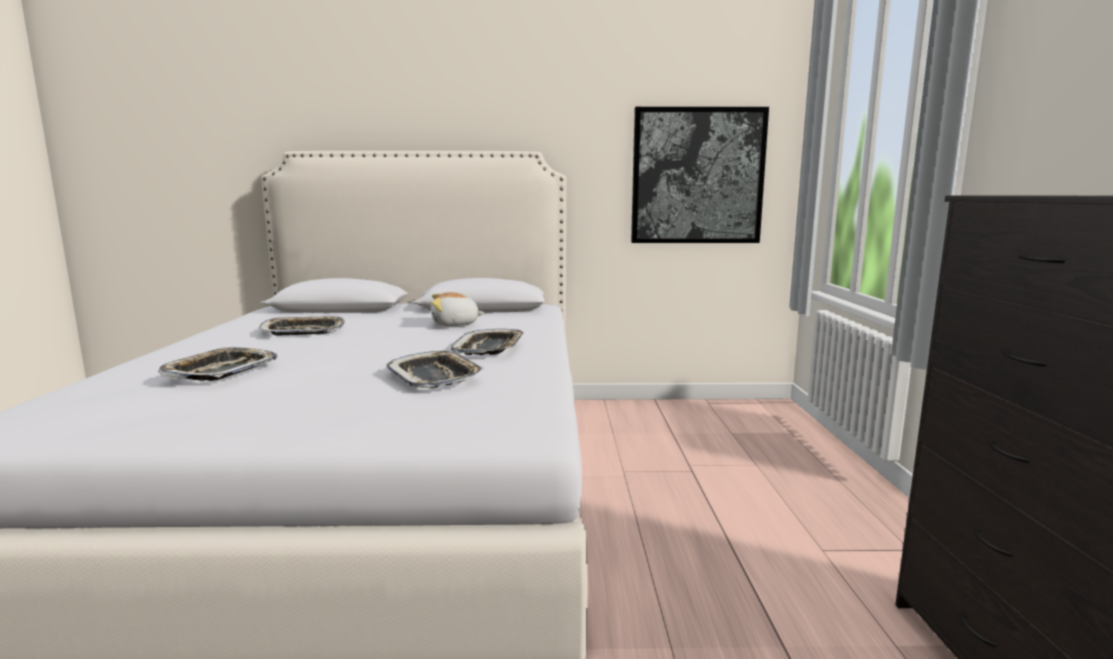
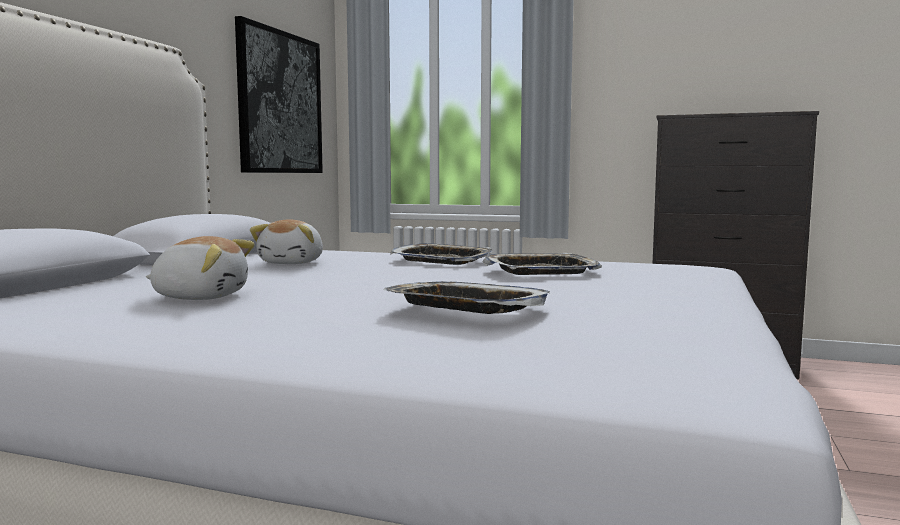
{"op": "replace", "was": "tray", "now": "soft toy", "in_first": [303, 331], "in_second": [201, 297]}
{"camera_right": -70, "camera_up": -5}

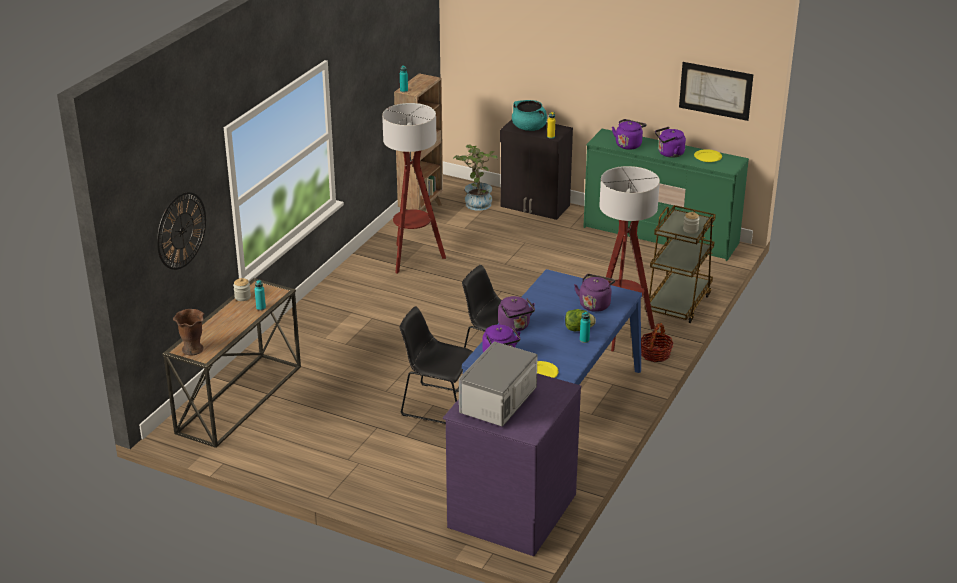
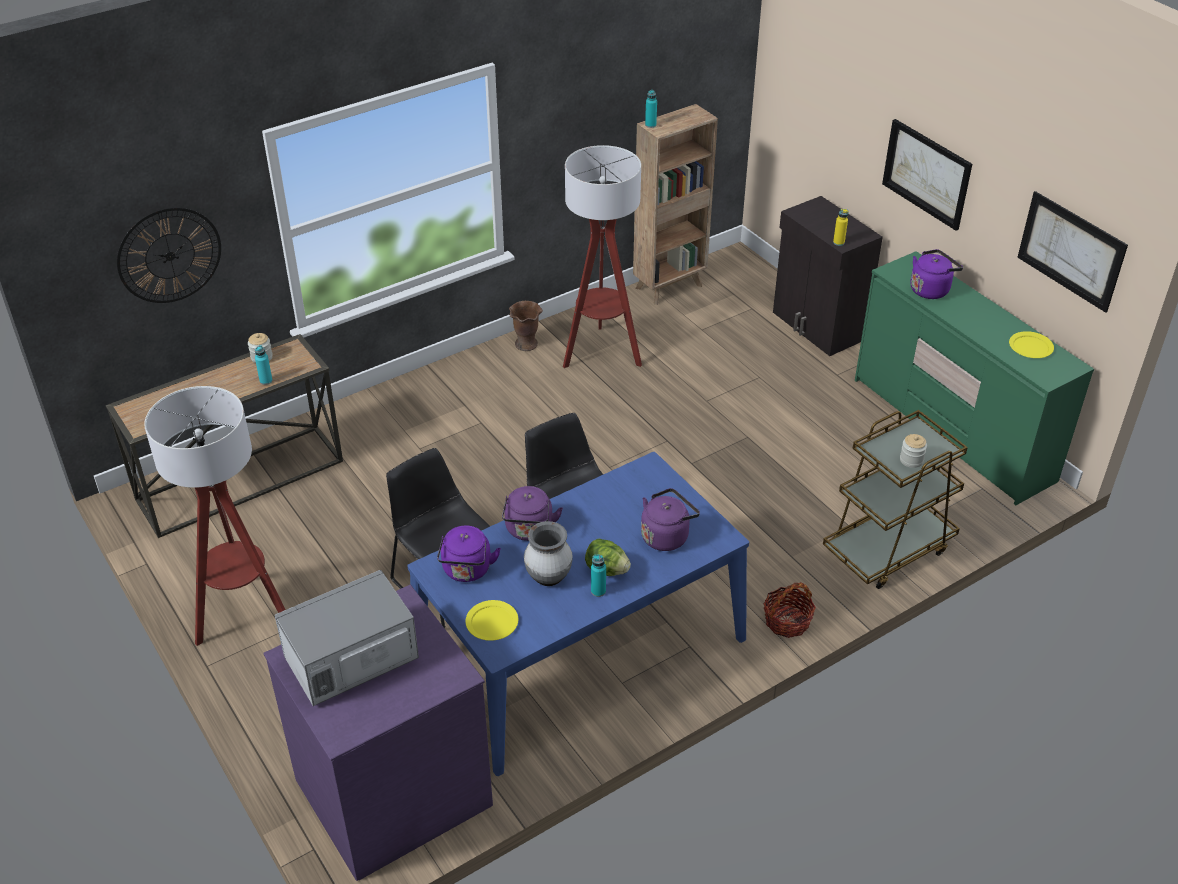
{"op": "delete", "was": "potted plant", "in_first": [476, 202]}
{"op": "delete", "was": "turquoise stockpot", "in_first": [529, 128]}
{"op": "delete", "was": "purple kettle", "in_first": [669, 154]}
{"op": "insert", "now": "grey vase", "in_second": [548, 576]}
{"op": "insert", "now": "wall art", "in_second": [927, 173]}
{"op": "move", "was": "brownish vase", "in_first": [193, 349], "in_second": [526, 344]}
{"op": "move", "was": "floor lamp", "in_first": [620, 332], "in_second": [244, 616]}
{"camera_right": 30, "camera_up": 10}

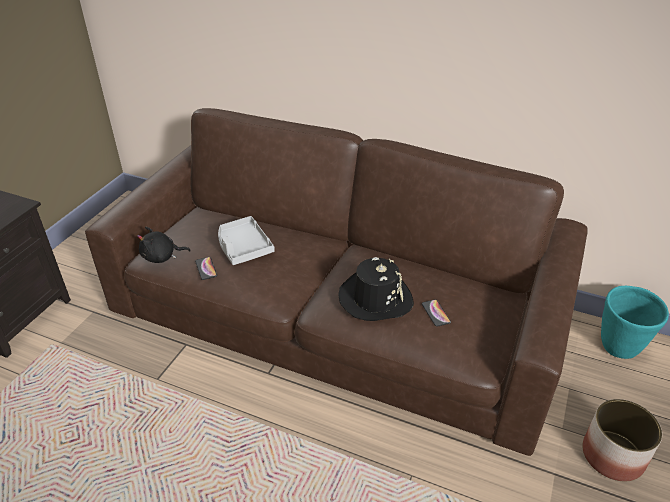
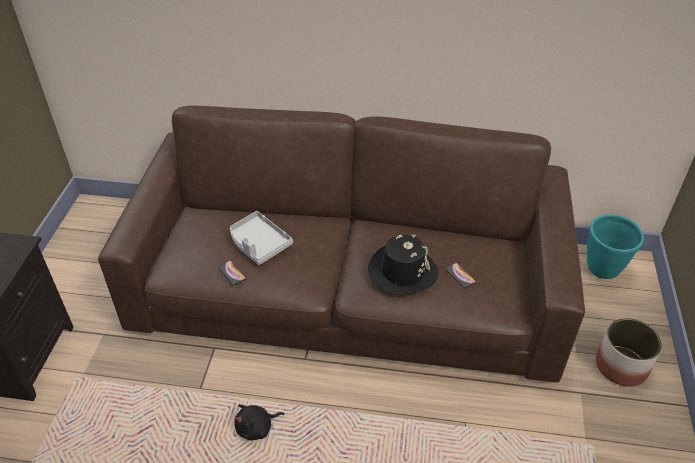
{"op": "move", "was": "black soft toy", "in_first": [162, 257], "in_second": [257, 428]}
{"camera_right": -15, "camera_up": 5}

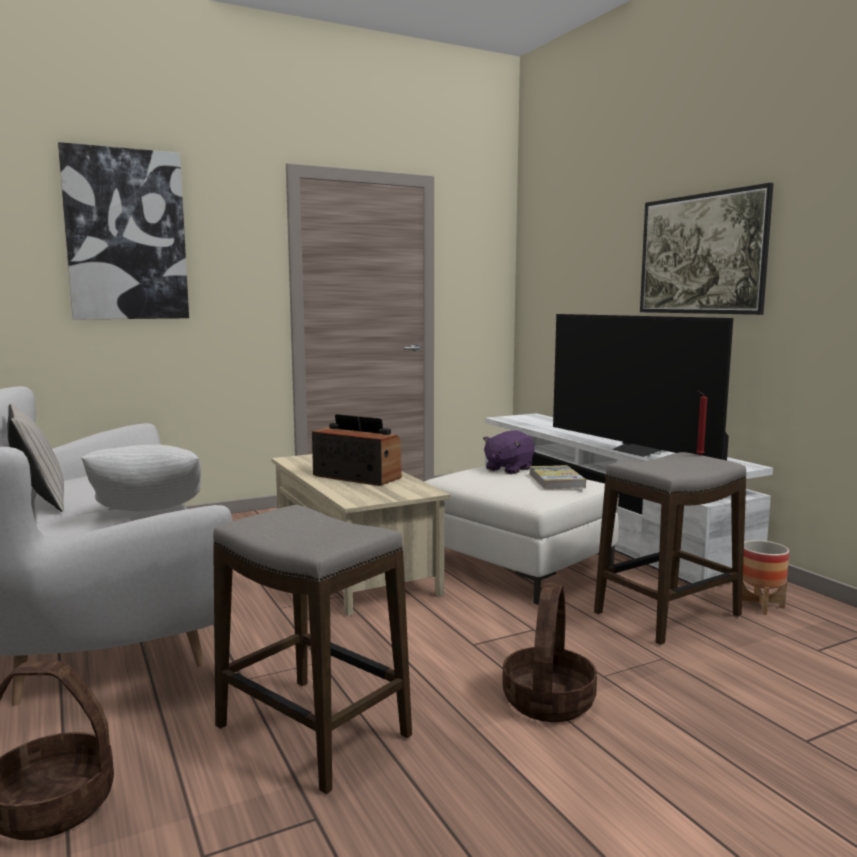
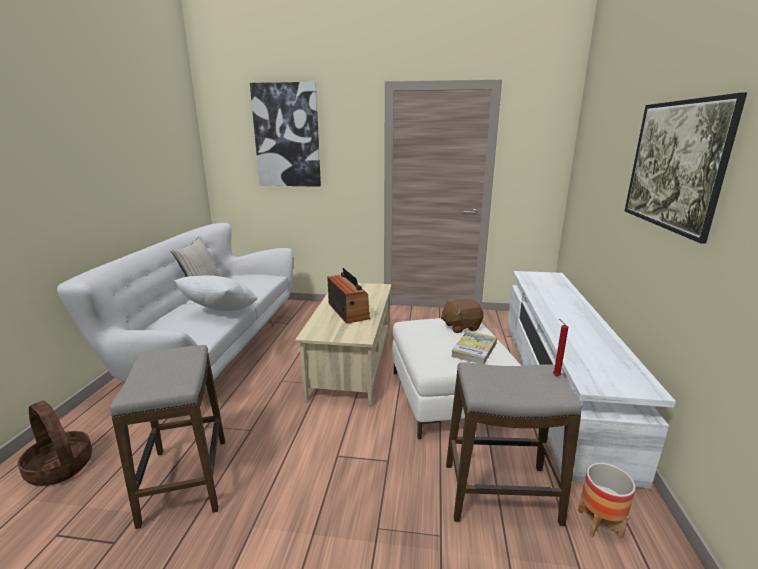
{"op": "delete", "was": "storage basket", "in_first": [549, 701]}
{"op": "delete", "was": "television", "in_first": [637, 451]}
{"op": "recolor", "was": "purple soft toy", "now": "brownish soft toy", "in_first": [508, 469], "in_second": [461, 326]}
{"camera_right": 35, "camera_up": 10}

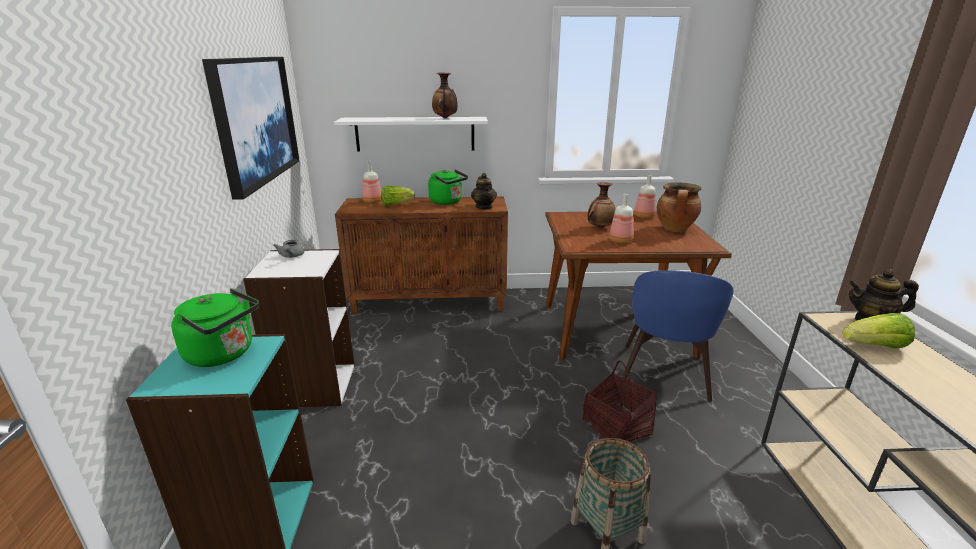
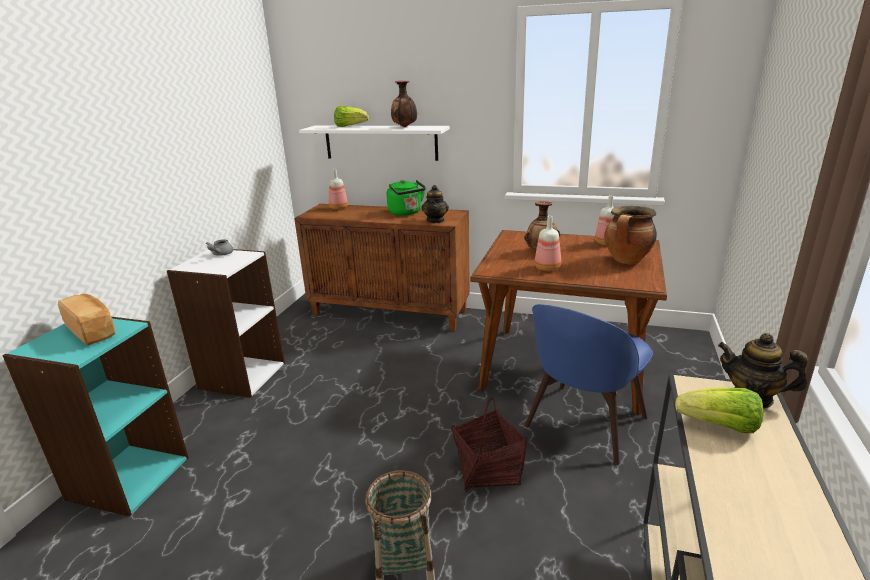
{"op": "delete", "was": "wall art", "in_first": [255, 120]}
{"op": "move", "was": "head of lettuce", "in_first": [396, 204], "in_second": [350, 126]}
{"op": "replace", "was": "green-coloured kettle", "now": "bakery bread", "in_first": [224, 354], "in_second": [92, 331]}
{"camera_right": 20, "camera_up": 0}

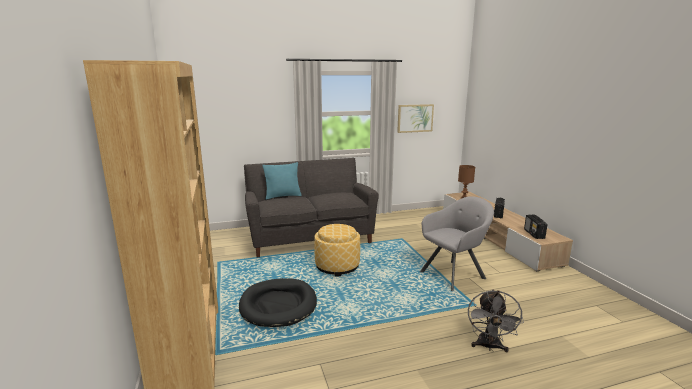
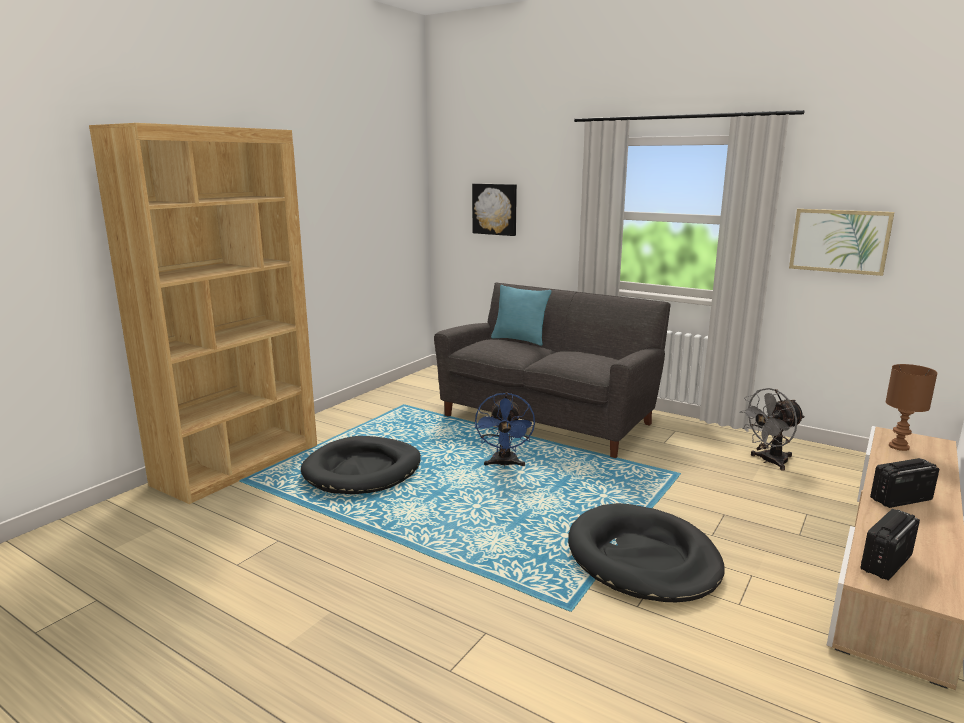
{"op": "insert", "now": "wall art", "in_second": [495, 209]}
{"op": "move", "was": "grey cooling fan", "in_first": [489, 347], "in_second": [769, 461]}
{"op": "replace", "was": "footrest", "now": "bluish cooling fan", "in_first": [337, 266], "in_second": [504, 464]}
{"op": "replace", "was": "grey easy chair", "now": "black dog bed", "in_first": [454, 274], "in_second": [642, 558]}
{"camera_right": 50, "camera_up": 0}

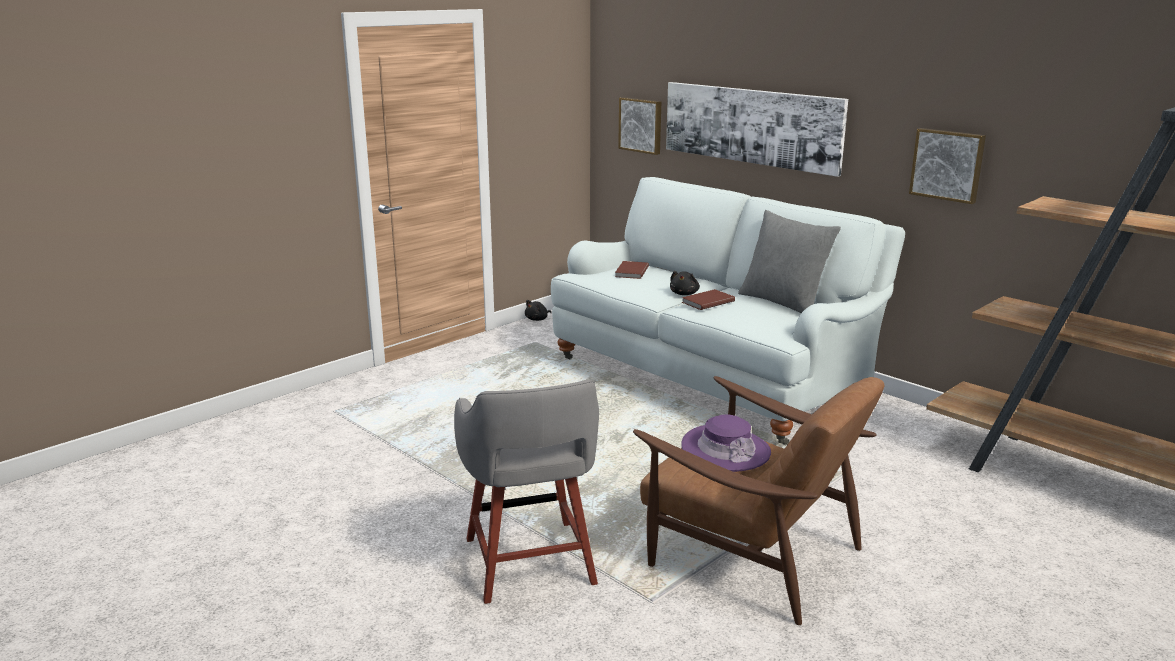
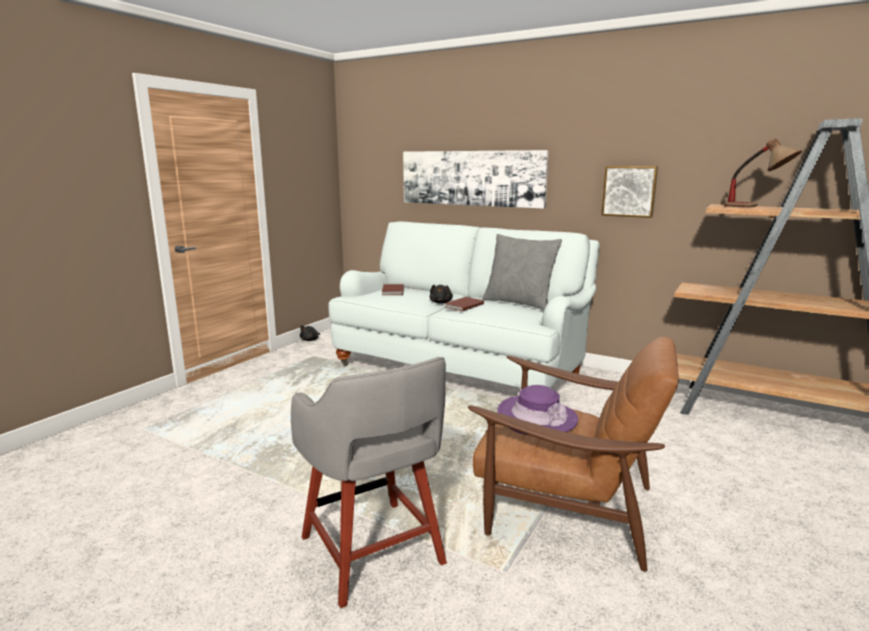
{"op": "delete", "was": "wall art", "in_first": [641, 125]}
{"op": "insert", "now": "table lamp", "in_second": [757, 207]}
{"camera_right": -15, "camera_up": -5}

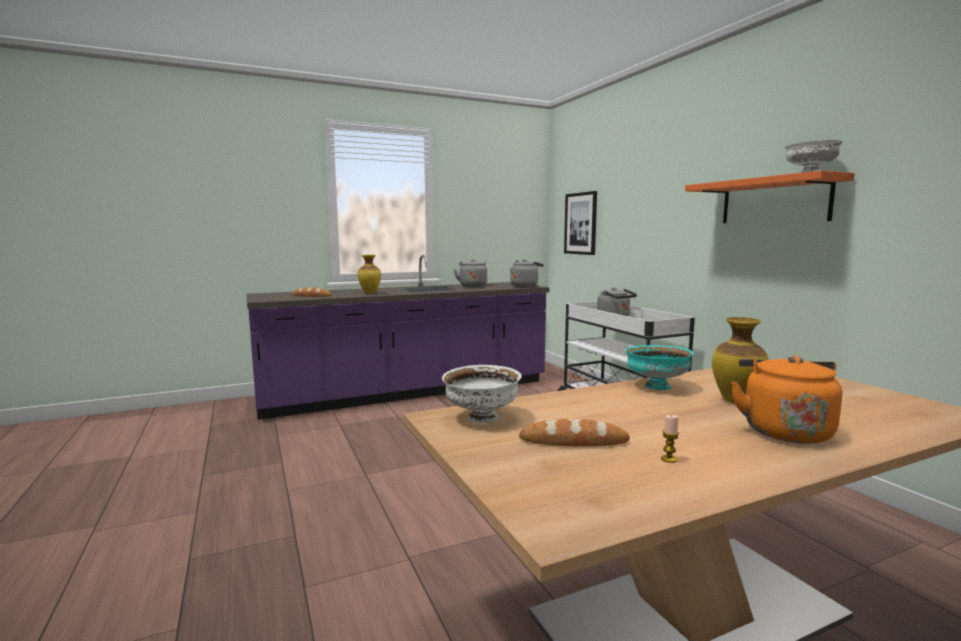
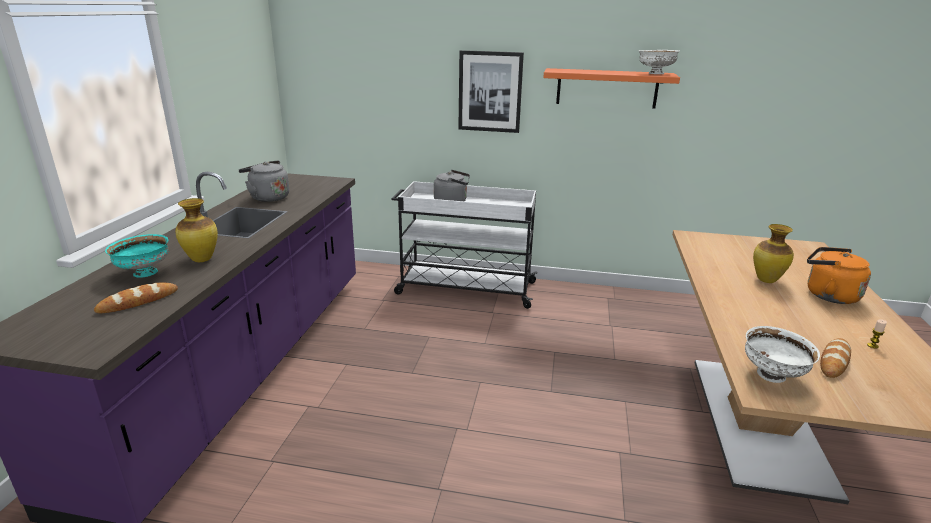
{"op": "delete", "was": "grey kettle", "in_first": [525, 286]}
{"op": "move", "was": "wall art", "in_first": [581, 223], "in_second": [490, 92]}
{"op": "move", "was": "turquoise bowl", "in_first": [656, 387], "in_second": [144, 273]}
{"camera_right": -55, "camera_up": 15}

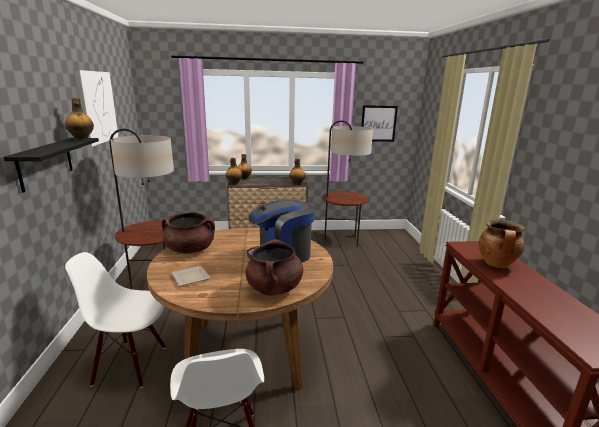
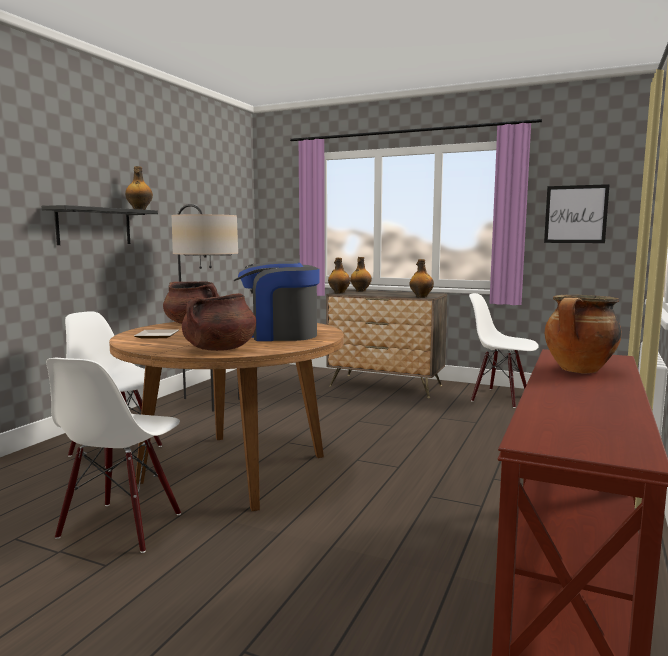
{"op": "delete", "was": "wall art", "in_first": [97, 107]}
{"op": "replace", "was": "floor lamp", "now": "white-coloured plain chair", "in_first": [342, 240], "in_second": [500, 398]}
{"camera_right": 30, "camera_up": -10}

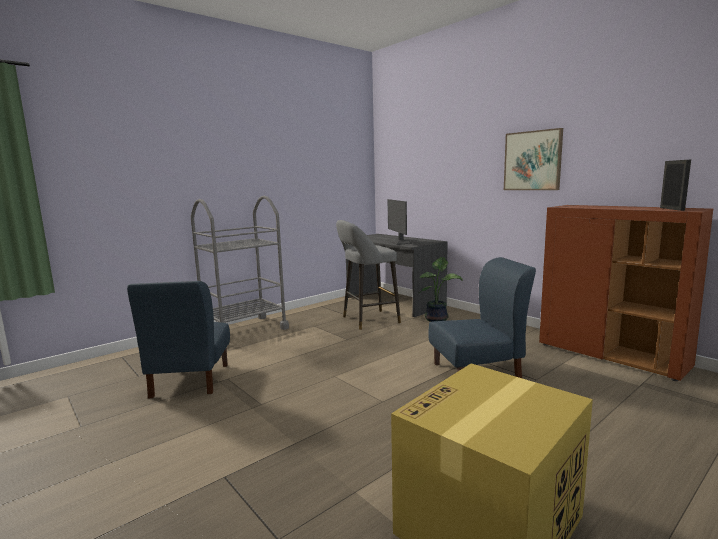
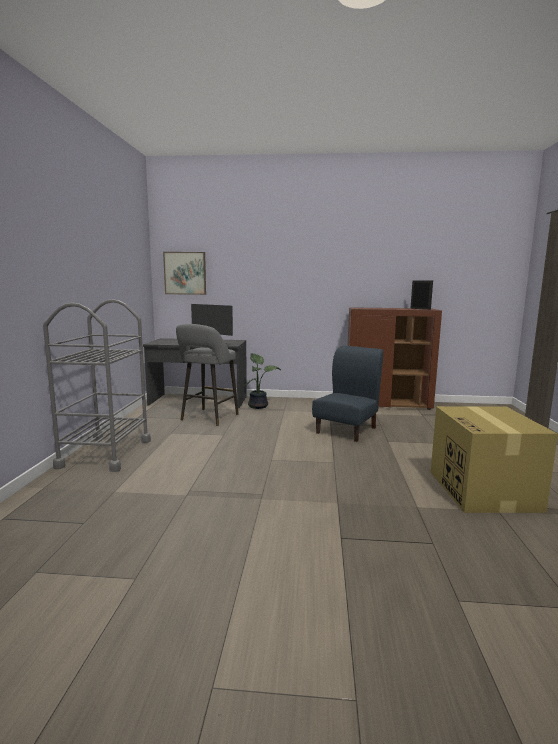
{"op": "delete", "was": "bluish plain chair", "in_first": [190, 380]}
{"op": "move", "was": "wall art", "in_first": [532, 160], "in_second": [185, 273]}
{"camera_right": -45, "camera_up": 0}

